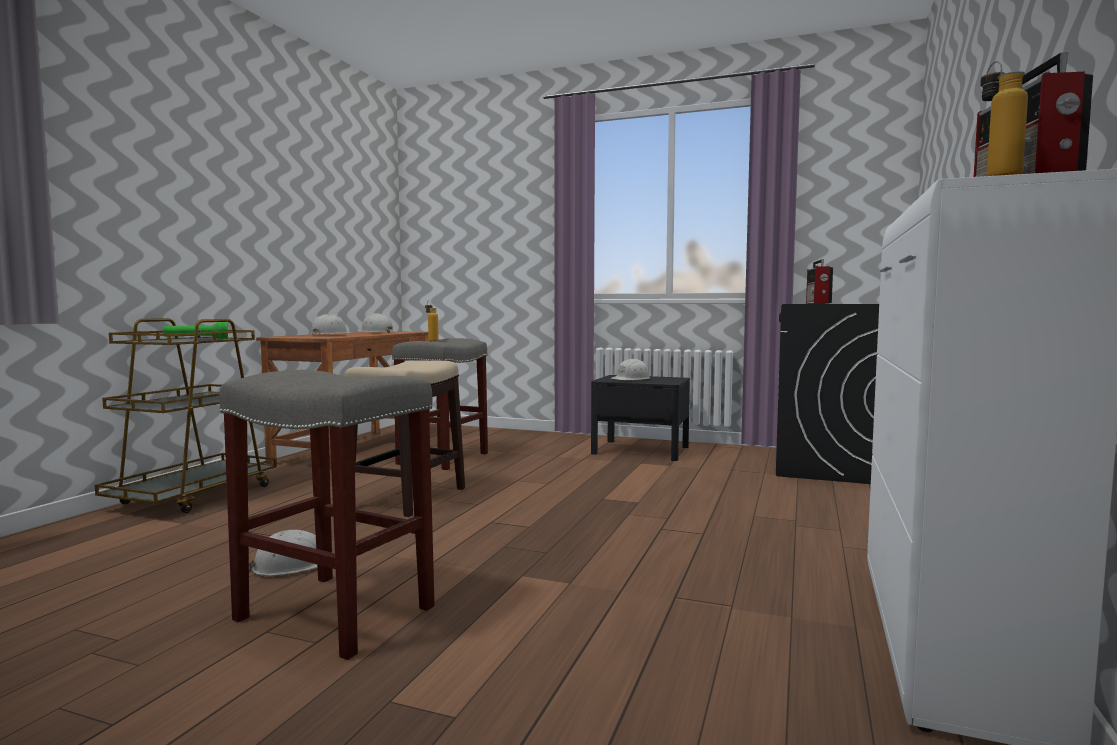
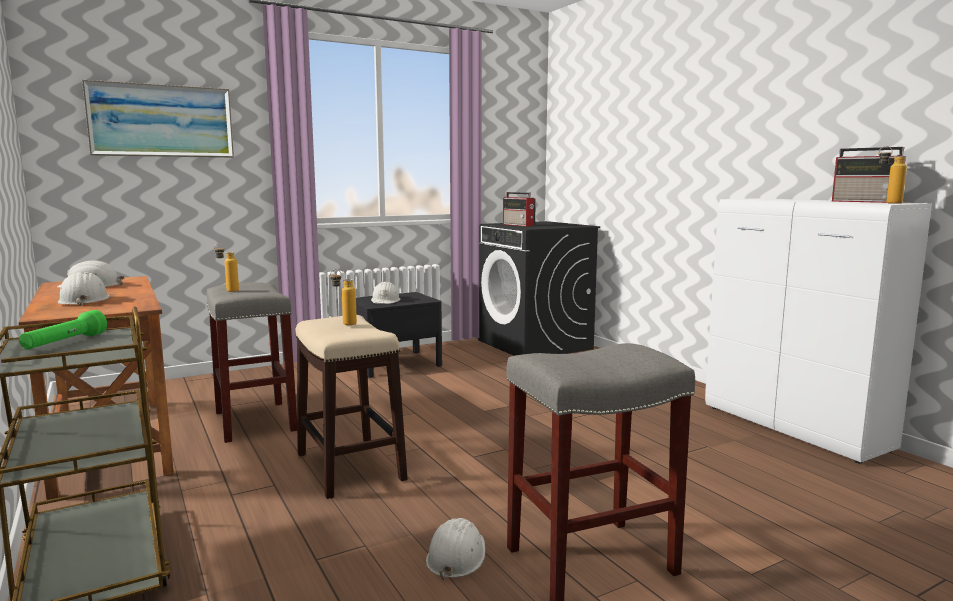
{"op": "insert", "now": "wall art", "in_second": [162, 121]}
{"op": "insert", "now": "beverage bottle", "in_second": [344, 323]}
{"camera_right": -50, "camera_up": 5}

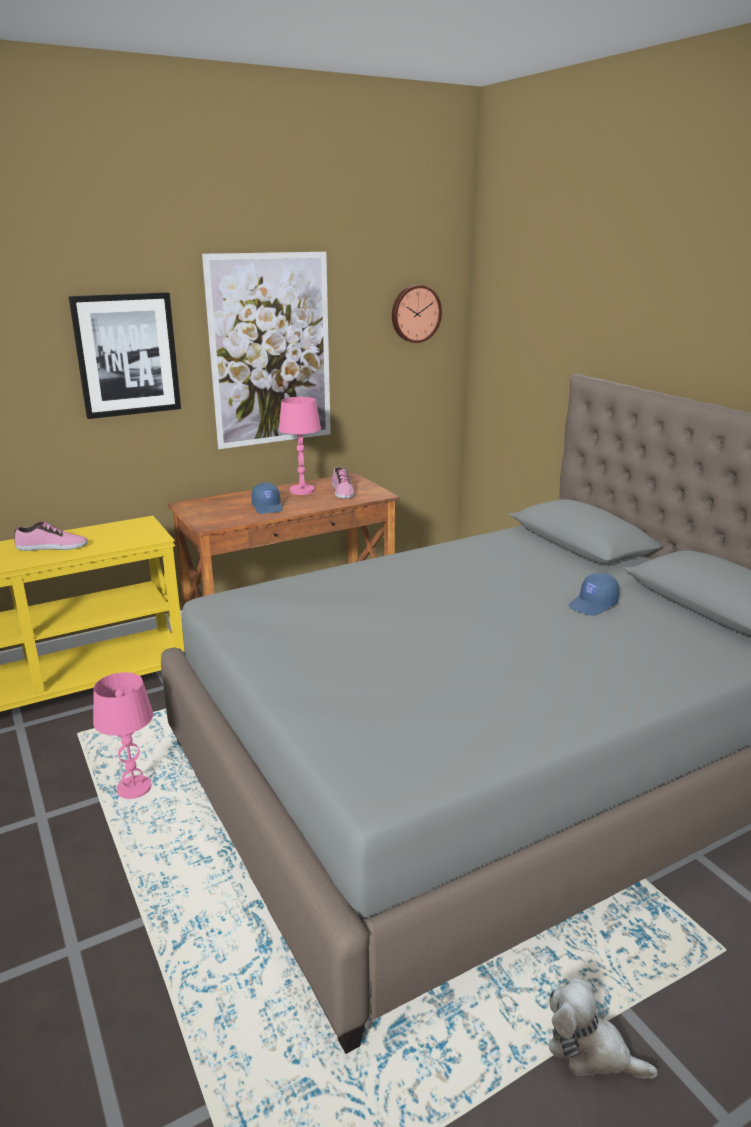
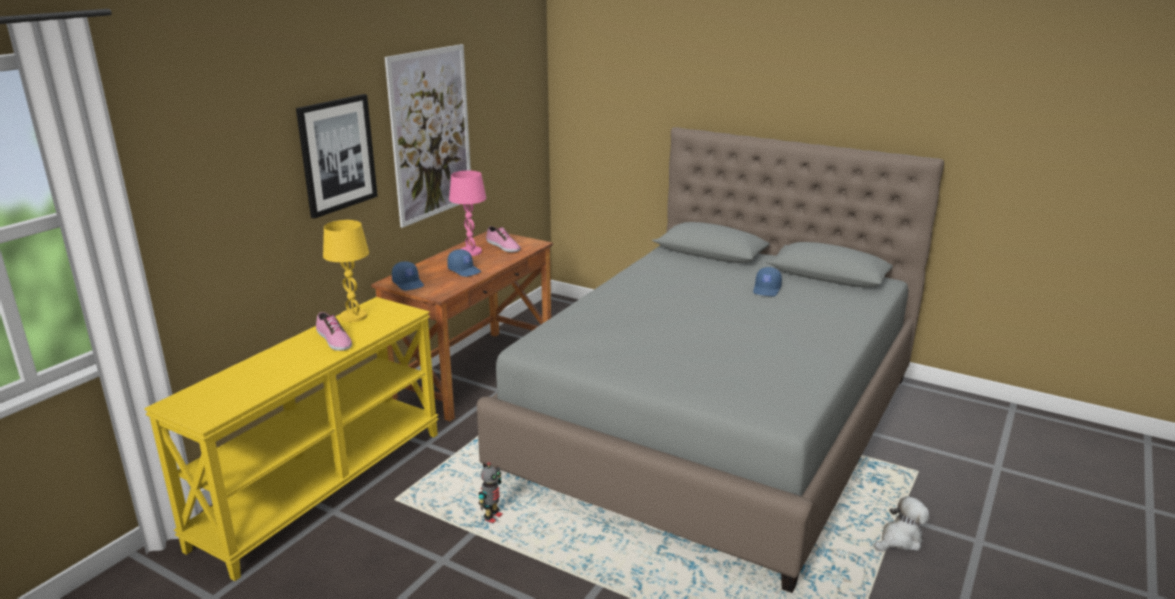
{"op": "delete", "was": "hanging clock", "in_first": [415, 313]}
{"op": "insert", "now": "yellow table lamp", "in_second": [354, 316]}
{"op": "insert", "now": "bluish peaked cap", "in_second": [409, 284]}
{"op": "replace", "was": "pink-coloured table lamp", "now": "toy robot", "in_first": [134, 789], "in_second": [492, 518]}
{"op": "rotate", "was": "shoe", "in_first": [52, 547], "in_second": [333, 340], "clockwise": 90}
{"op": "rotate", "was": "soft toy", "in_first": [590, 1050], "in_second": [900, 539], "clockwise": 150}
{"camera_right": -30, "camera_up": 0}

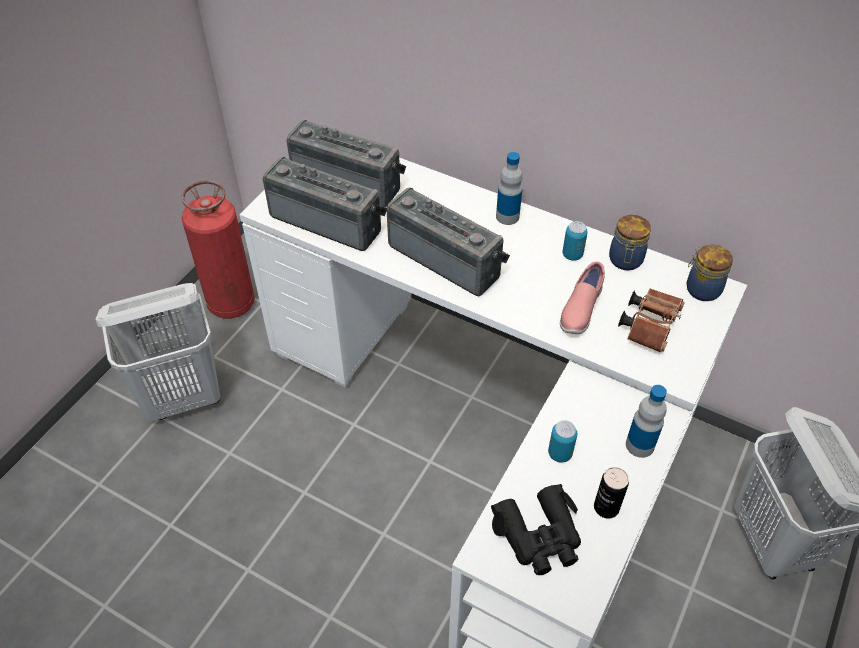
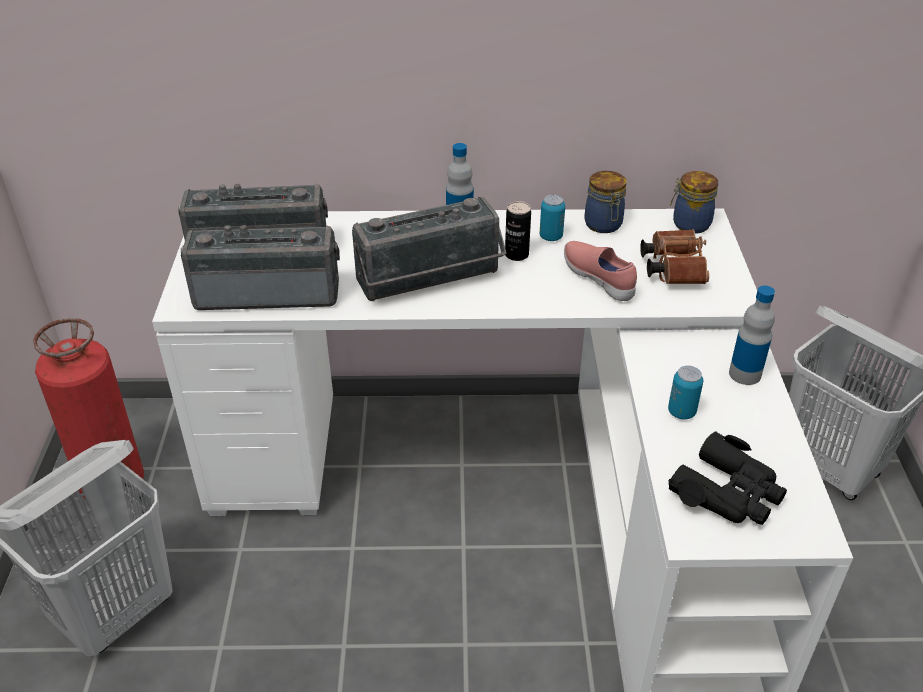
{"op": "move", "was": "sealed can", "in_first": [606, 507], "in_second": [516, 255]}
{"op": "rotate", "was": "radio receiver", "in_first": [447, 258], "in_second": [430, 281], "clockwise": 150}
{"op": "rotate", "was": "pink-coloured shoe", "in_first": [580, 310], "in_second": [599, 279], "clockwise": 150}
{"camera_right": -30, "camera_up": -10}

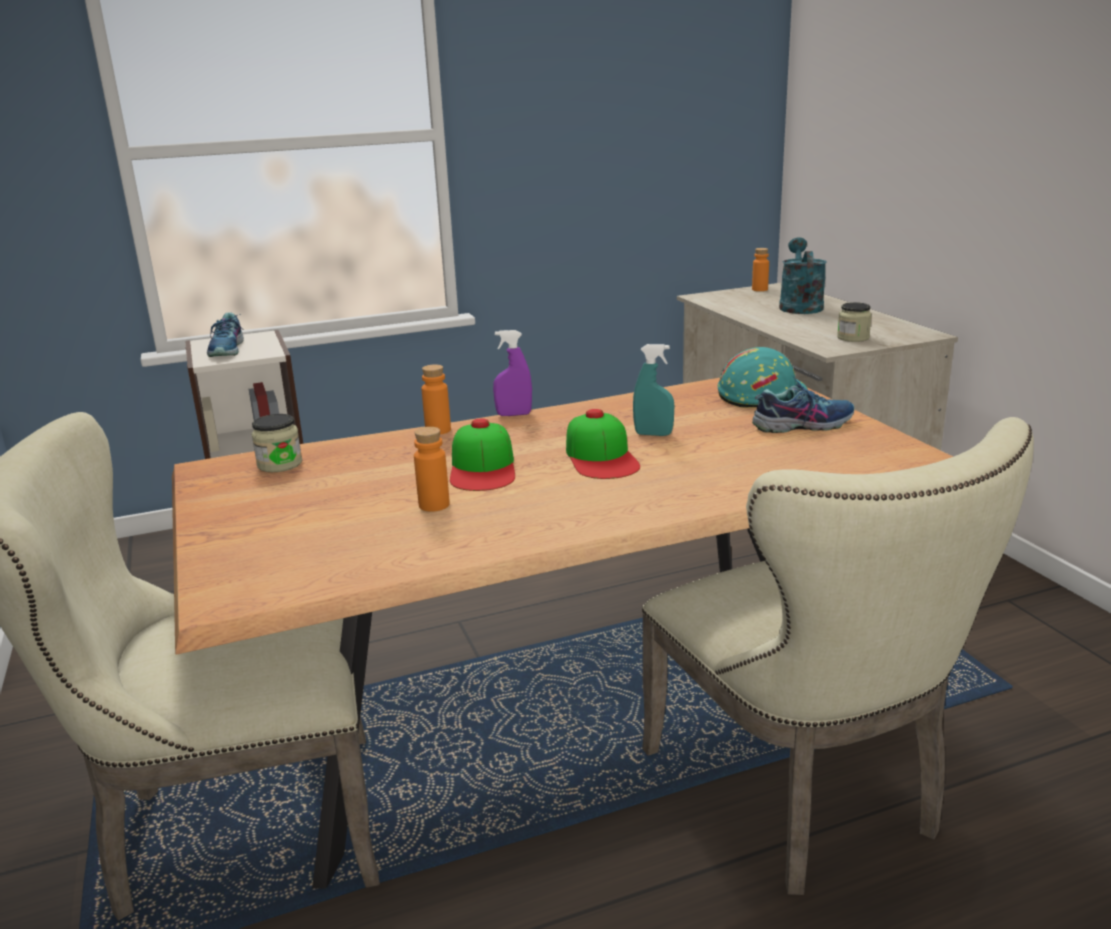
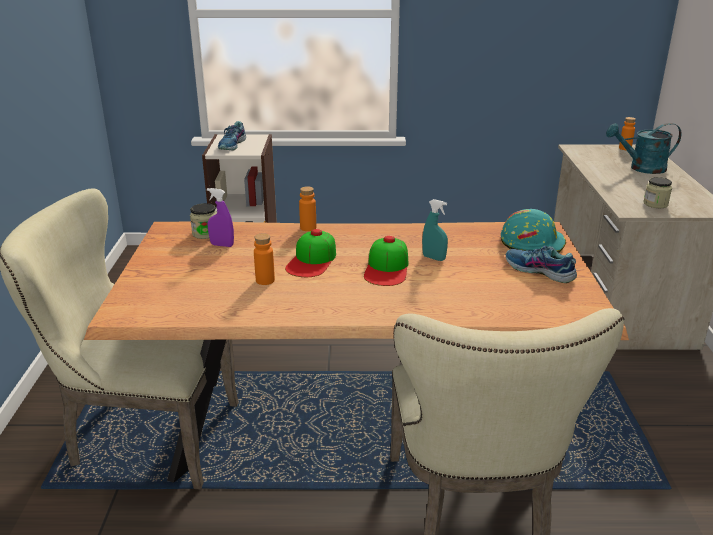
{"op": "move", "was": "purple hand sprayer", "in_first": [514, 414], "in_second": [222, 245]}
{"op": "rotate", "was": "shoe", "in_first": [803, 424], "in_second": [539, 271], "clockwise": -150}
{"op": "rotate", "was": "turquoise sprinkling can", "in_first": [799, 306], "in_second": [641, 168], "clockwise": -120}
{"camera_right": 20, "camera_up": 5}

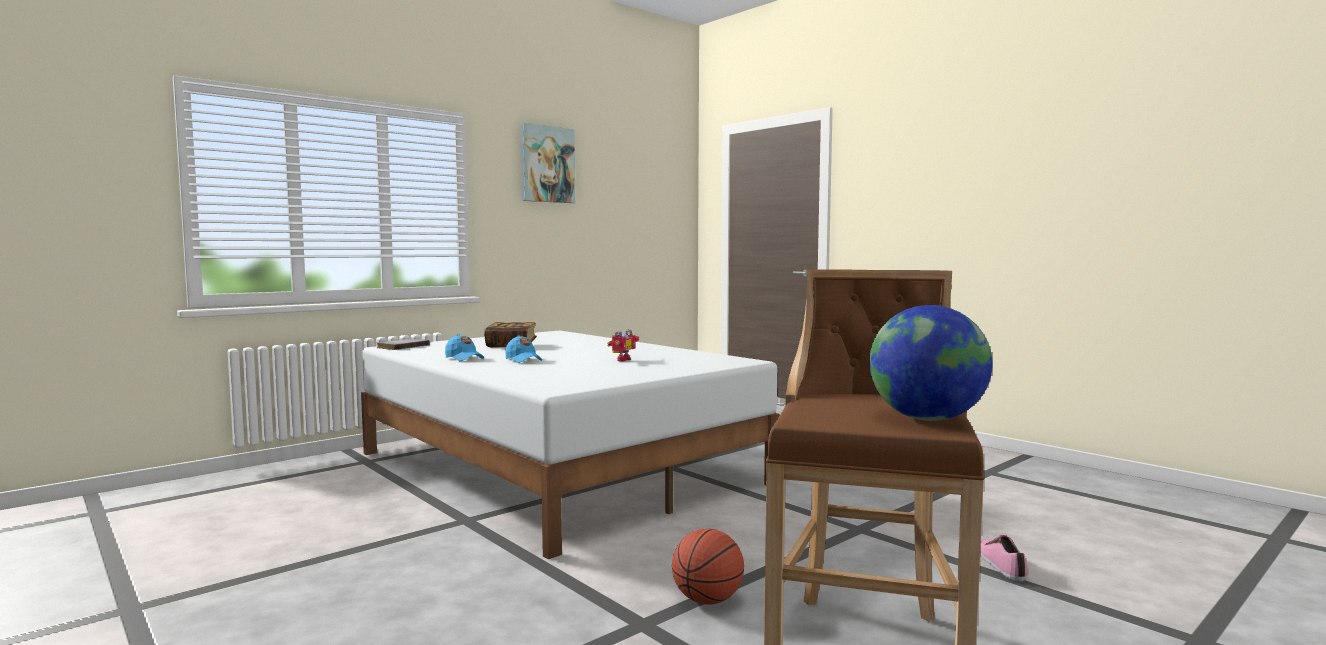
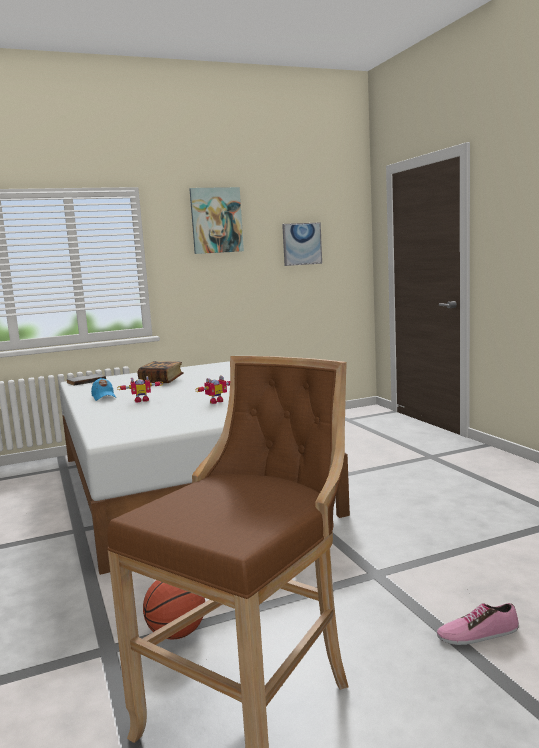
{"op": "delete", "was": "world globe", "in_first": [927, 419]}
{"op": "insert", "now": "wall art", "in_second": [302, 244]}
{"op": "replace", "was": "bluish peaked cap", "now": "toy robot", "in_first": [523, 360], "in_second": [141, 400]}
{"op": "rotate", "was": "shoe", "in_first": [1001, 564], "in_second": [477, 633], "clockwise": -120}
{"camera_right": 20, "camera_up": 5}

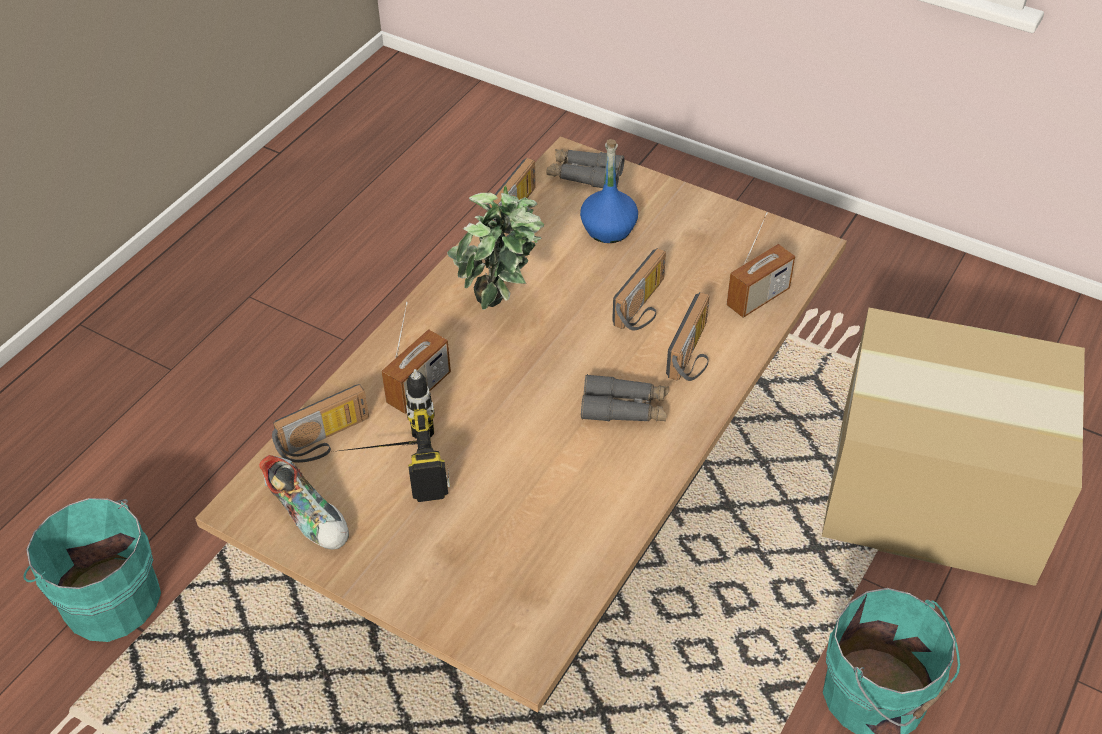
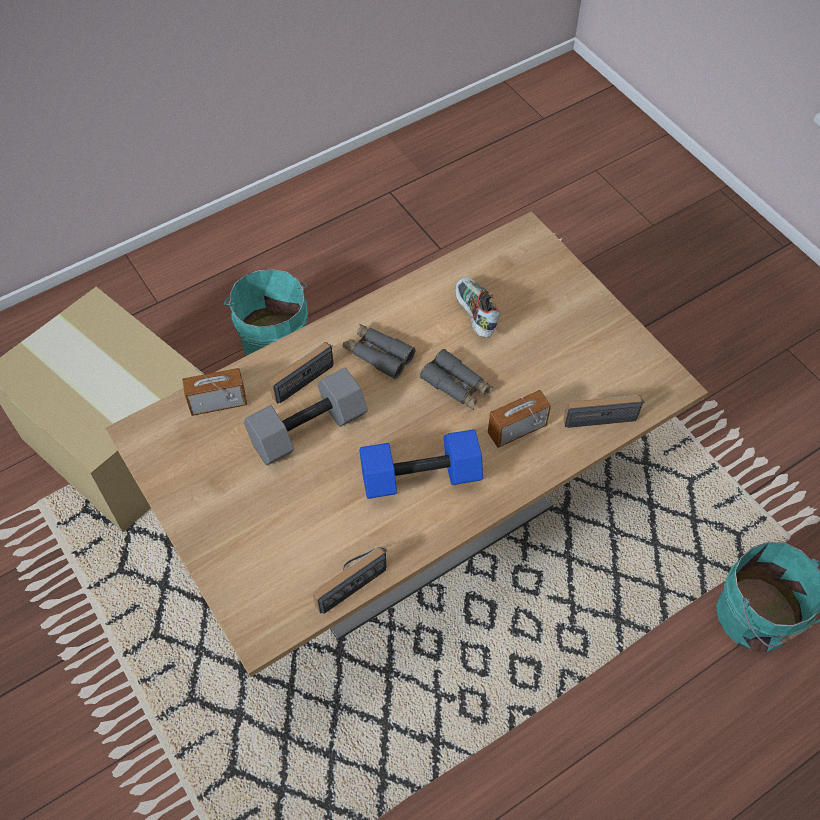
{"op": "delete", "was": "drill", "in_first": [389, 467]}
{"op": "delete", "was": "bluish beverage bottle", "in_first": [608, 229]}
{"op": "move", "was": "shoe", "in_first": [310, 516], "in_second": [474, 315]}
{"op": "move", "was": "grey binoculars", "in_first": [585, 175], "in_second": [457, 386]}
{"op": "replace", "was": "potted plant", "now": "bluish dumbbell", "in_first": [501, 311], "in_second": [421, 475]}
{"op": "replace", "was": "radio receiver", "now": "grey dumbbell", "in_first": [644, 307], "in_second": [307, 431]}
{"camera_right": -155, "camera_up": 10}

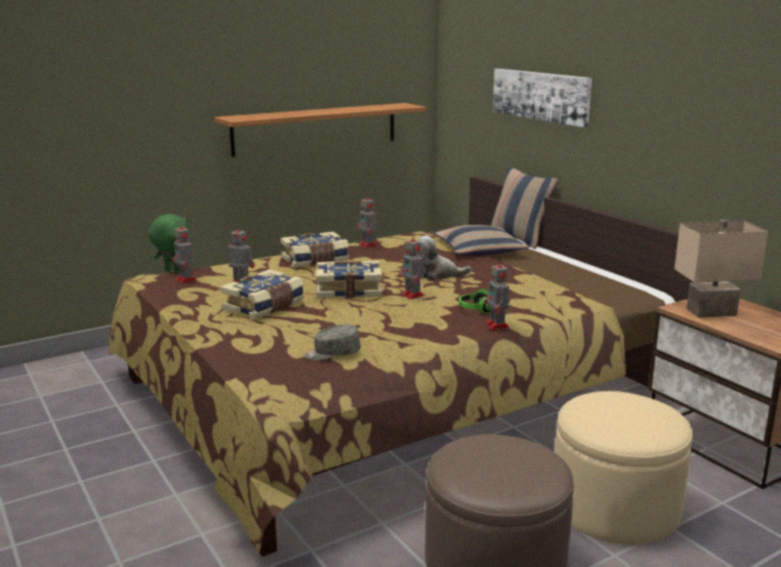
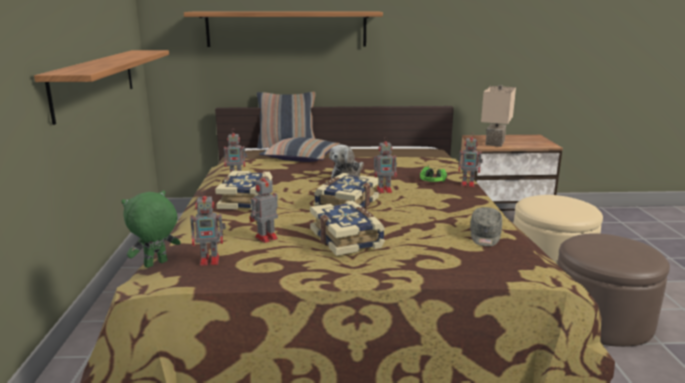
{"op": "replace", "was": "wall art", "now": "wall shelf", "in_first": [541, 96], "in_second": [286, 29]}
{"camera_right": -60, "camera_up": 0}

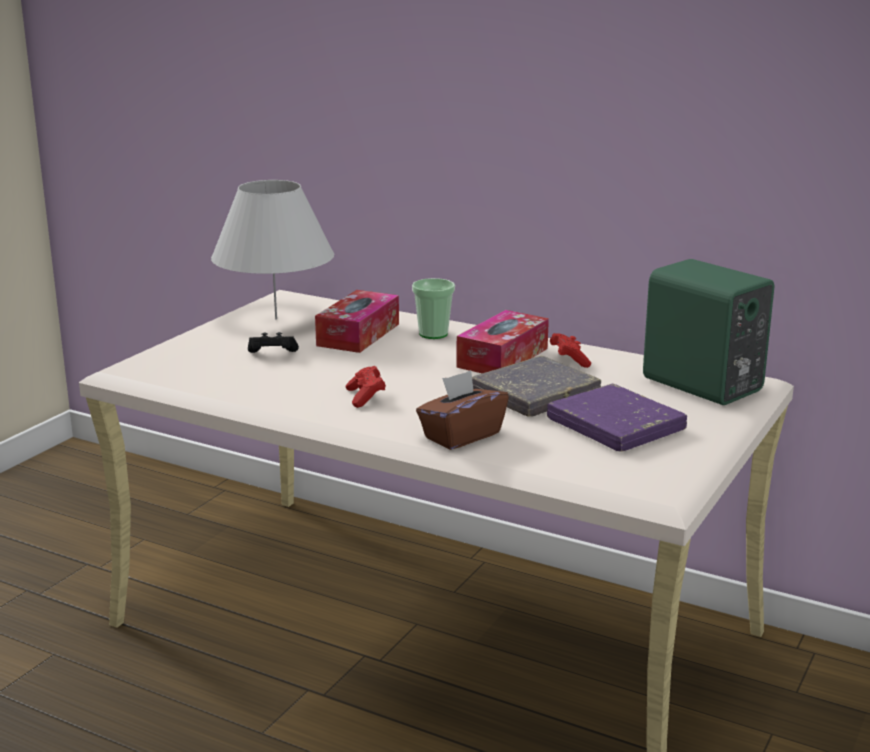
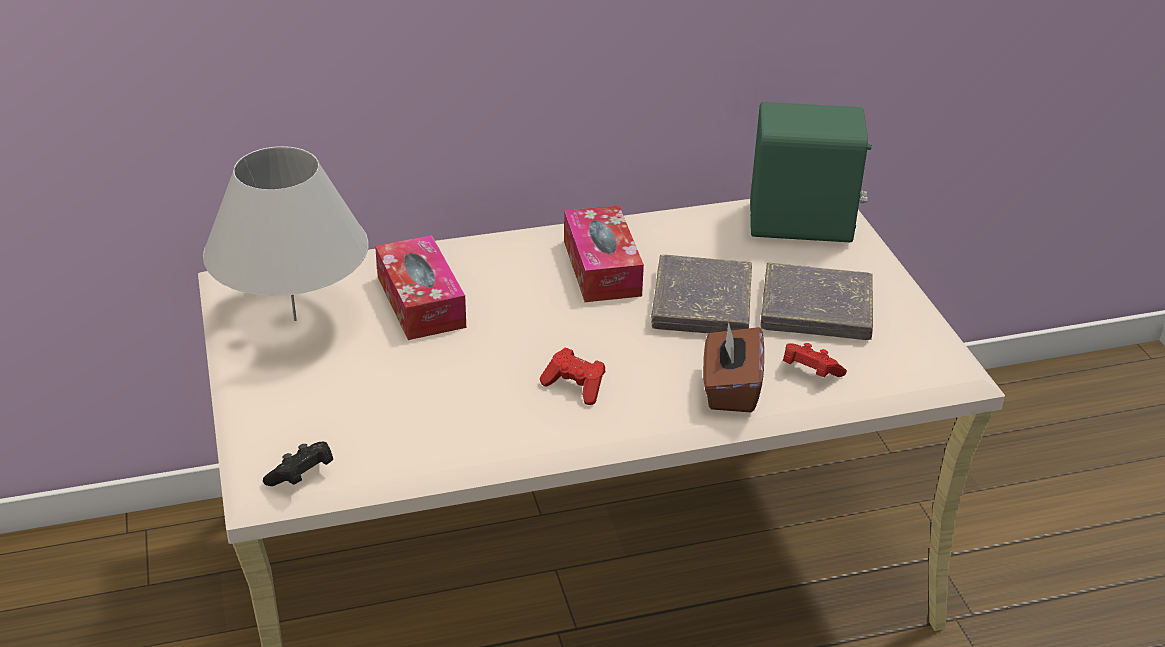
{"op": "delete", "was": "cup", "in_first": [433, 334]}
{"op": "move", "was": "black joypad", "in_first": [272, 355], "in_second": [302, 476]}
{"op": "move", "was": "red joypad", "in_first": [569, 360], "in_second": [809, 372]}
{"op": "recolor", "was": "purple bound book", "now": "grey bound book", "in_first": [615, 426], "in_second": [816, 309]}
{"camera_right": -45, "camera_up": 15}

